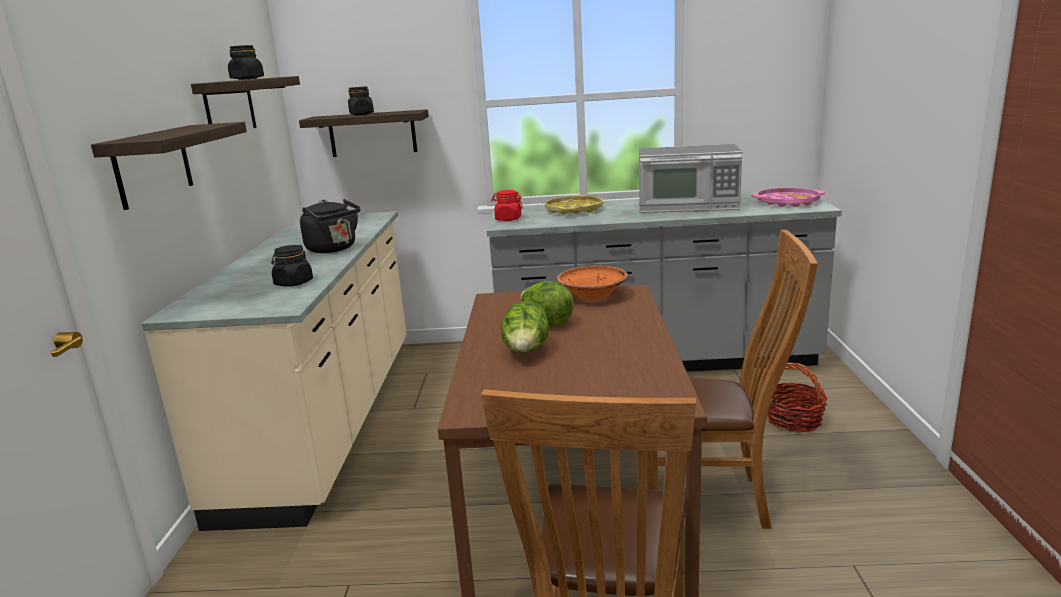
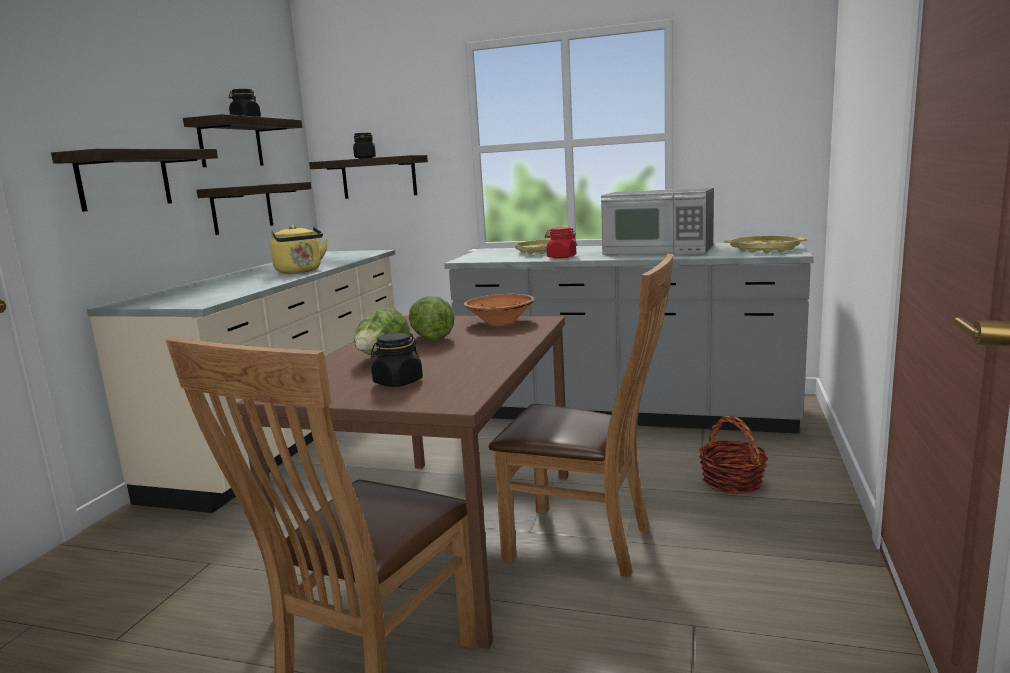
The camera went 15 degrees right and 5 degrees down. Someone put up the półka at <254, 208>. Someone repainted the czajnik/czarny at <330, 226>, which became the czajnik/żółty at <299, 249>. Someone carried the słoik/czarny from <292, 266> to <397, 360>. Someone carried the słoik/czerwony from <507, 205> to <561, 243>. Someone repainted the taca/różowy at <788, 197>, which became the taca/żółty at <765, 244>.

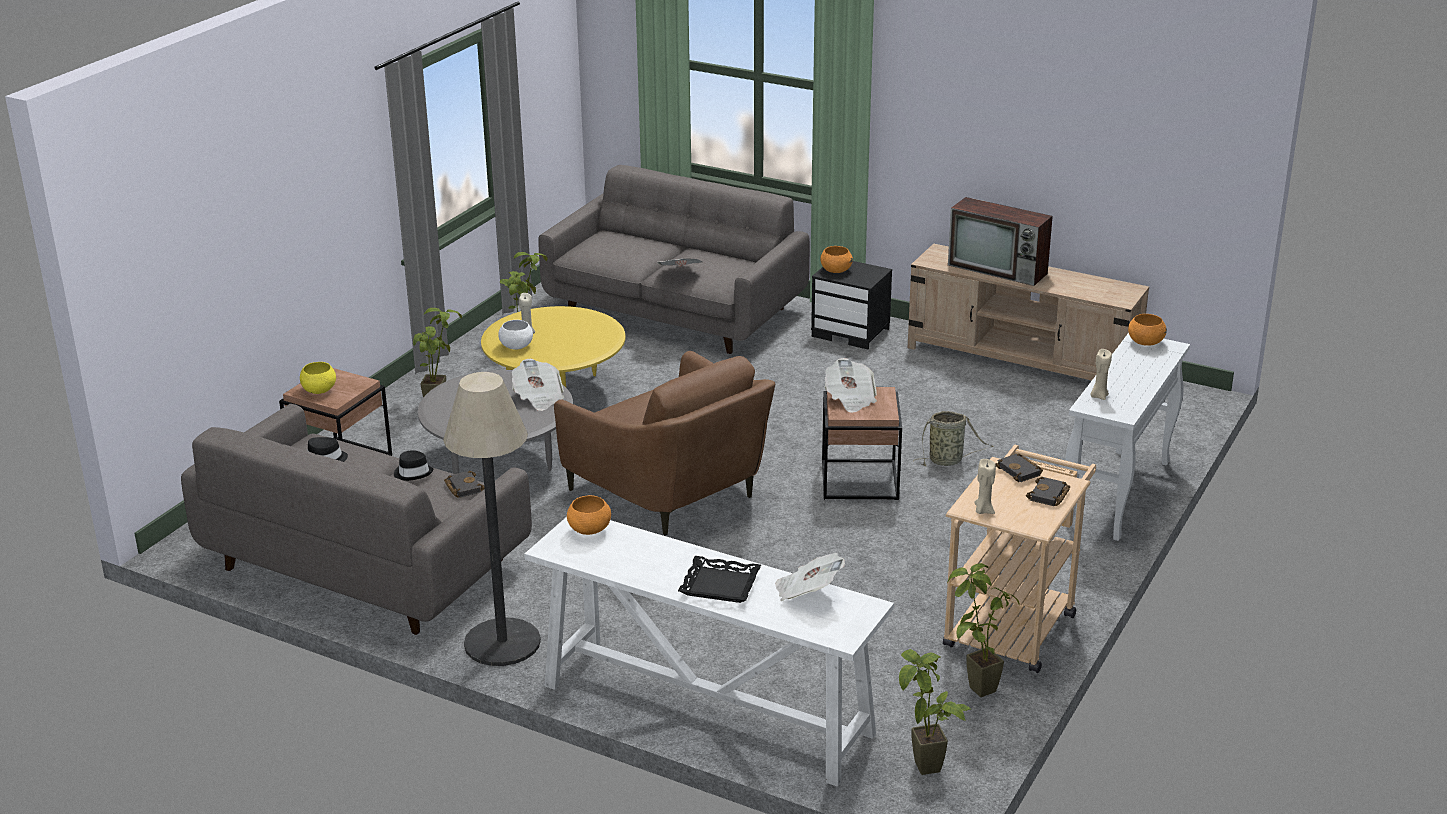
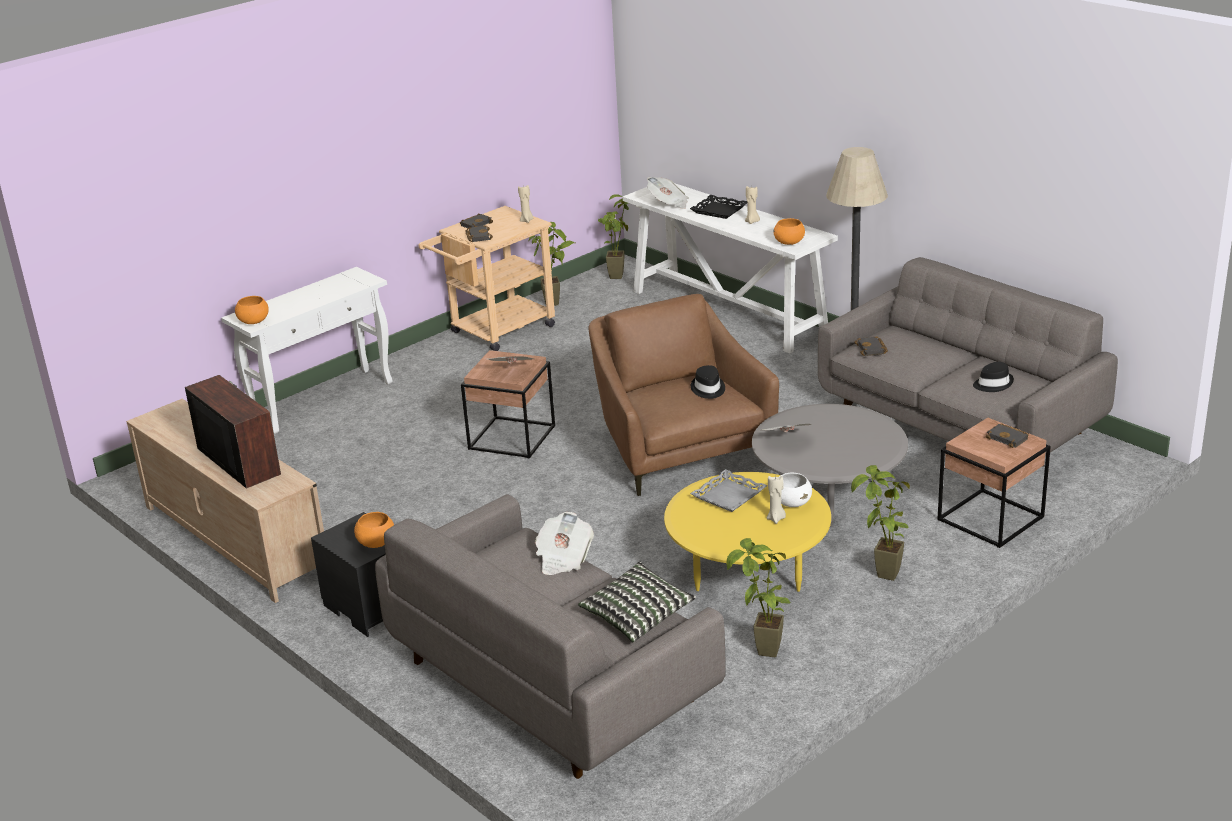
The camera went 160 degrees left and 0 degrees up. Someone put down the poduszka at <637, 602>. Someone put down the taca/szary at <729, 490>. Someone carried the kapelusz/czarny from <413, 465> to <708, 382>. Someone carried the świeca/beżowy from <1101, 374> to <752, 204>. Someone swapped the miska/żółty at <318, 378> for the książka/czarny at <1007, 436>. Someone took away the koszyk at <953, 438>.

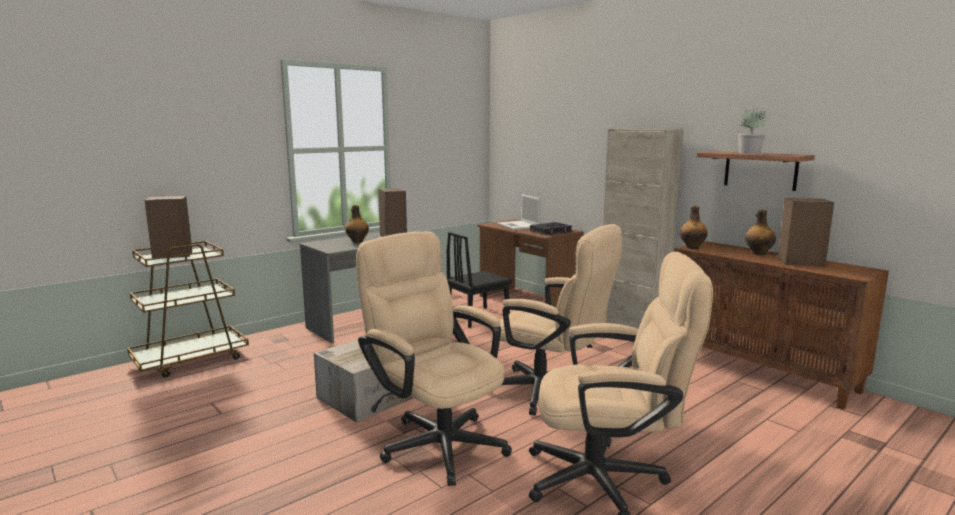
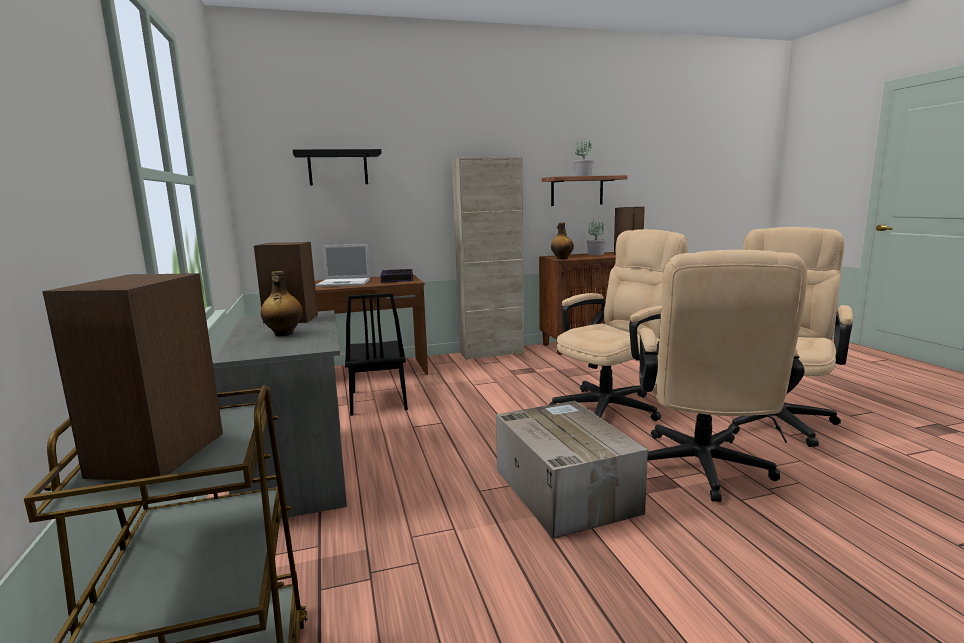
The camera went 65 degrees left and 0 degrees up. Someone put up the półka/czarny at <337, 167>. Someone swapped the butelka at <760, 232> for the roślina doniczkowa at <596, 237>. Someone rotated the krzesło biurowe/beżowy at <434, 358> by 60 degrees counterclockwise.

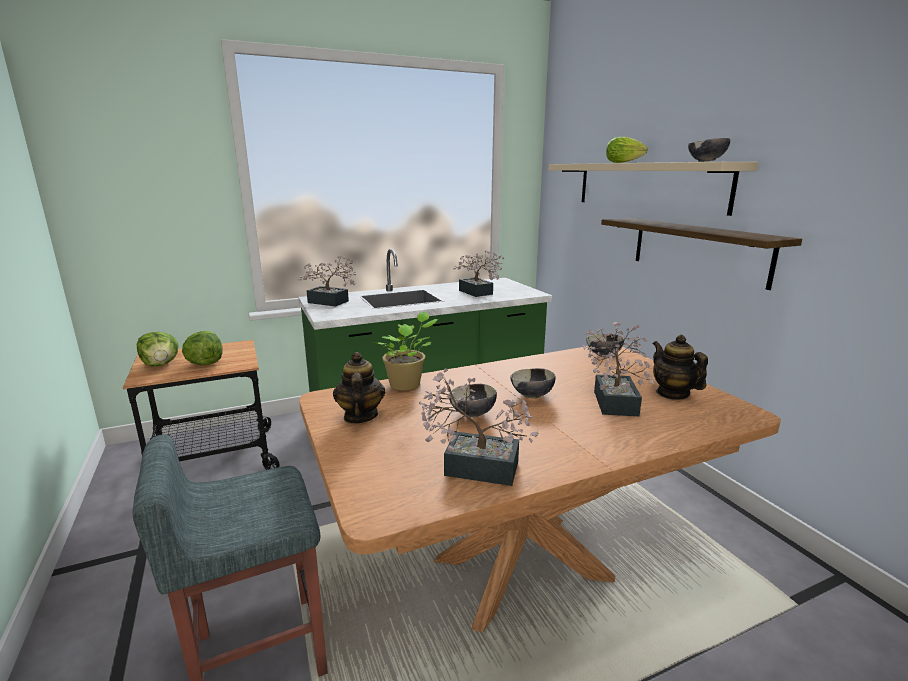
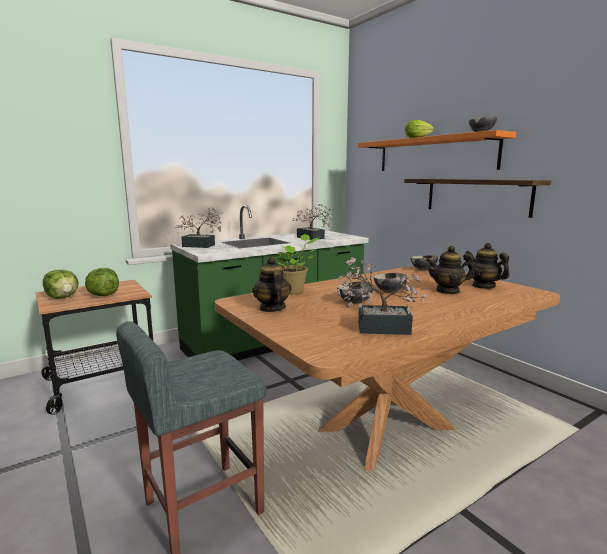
The camera went 10 degrees left and 5 degrees down. Someone repainted the półka/beżowy at <654, 189>, which became the półka/pomarańczowy at <437, 150>. Someone swapped the roślina doniczkowa at <618, 369> for the imbryk at <450, 270>.

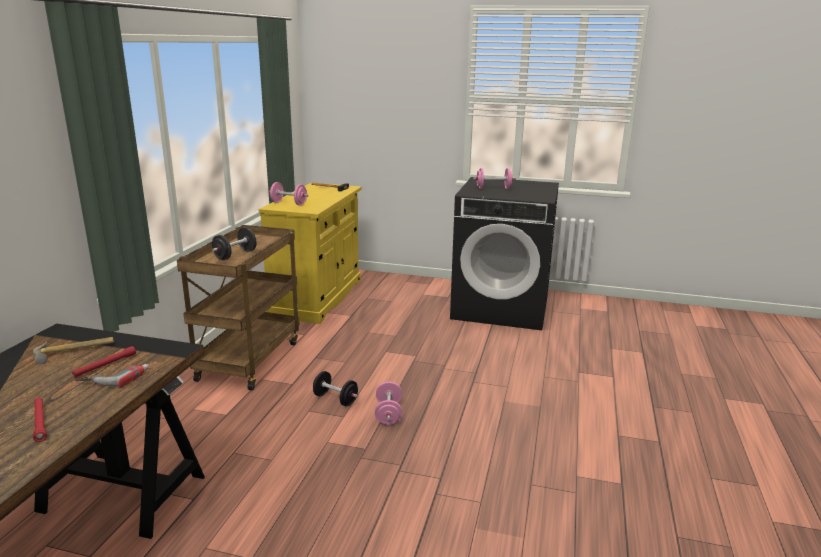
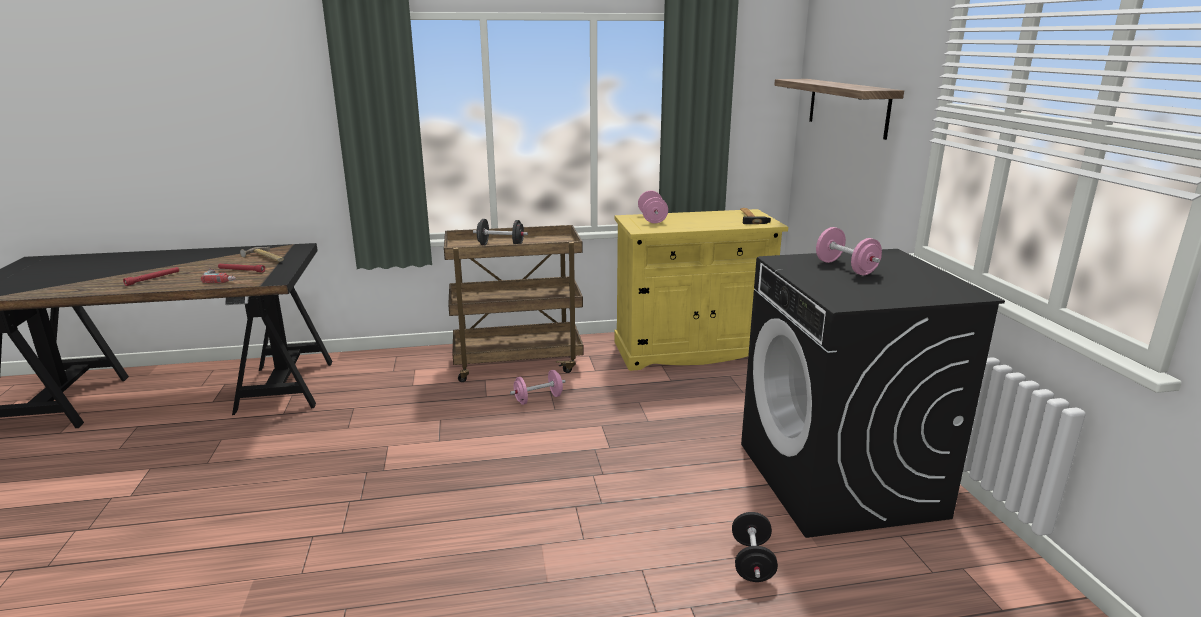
The camera went 65 degrees right and 0 degrees up. Someone carried the hantel/różowy from <388, 403> to <537, 387>. Someone carried the hantel/czarny from <335, 388> to <755, 547>. Someone put up the półka at <839, 109>.

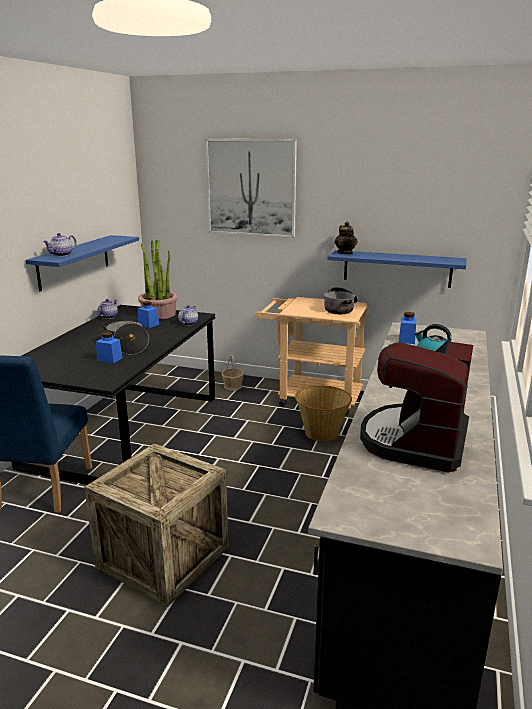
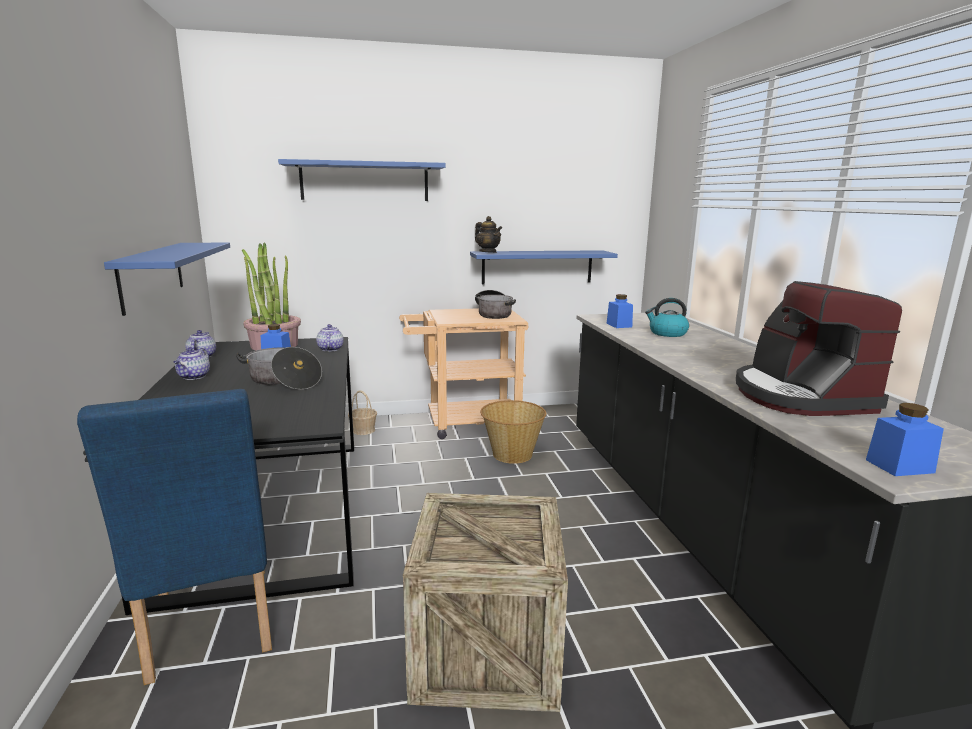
The camera went 30 degrees left and 5 degrees down. Someone carried the imbryk from <60, 244> to <191, 363>. Someone swapped the obraz at <251, 188> for the półka/niebieski at <361, 180>. Someone carried the słoik/niebieski from <109, 348> to <905, 439>.

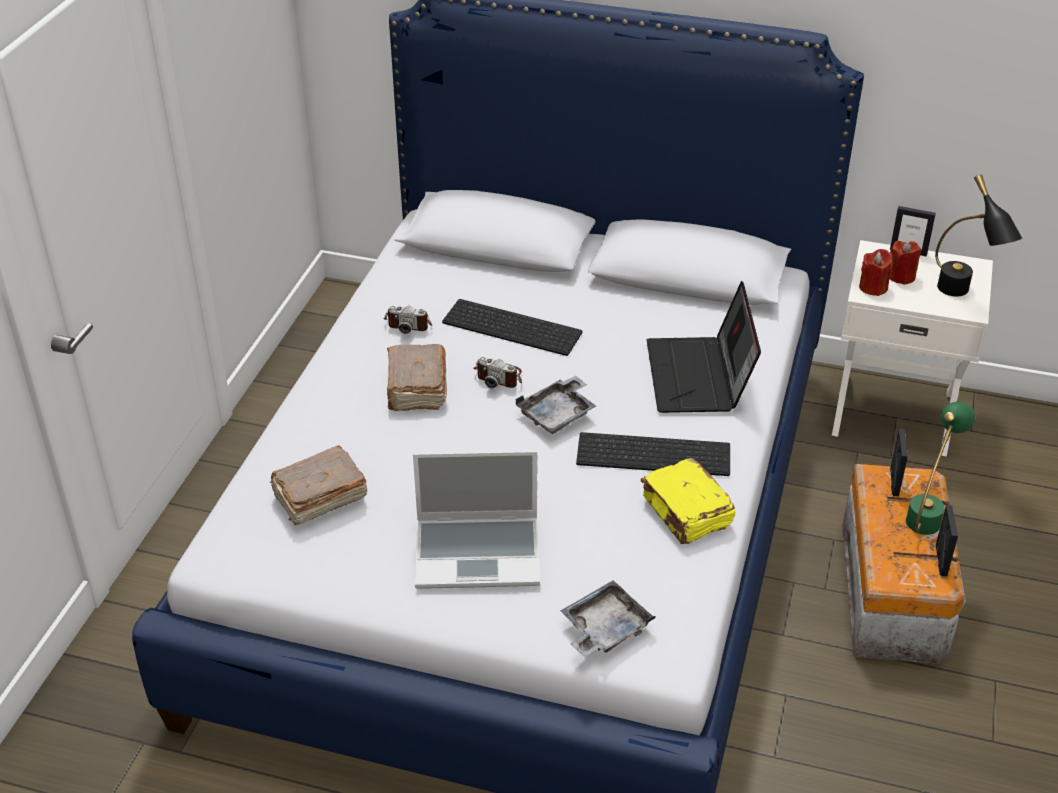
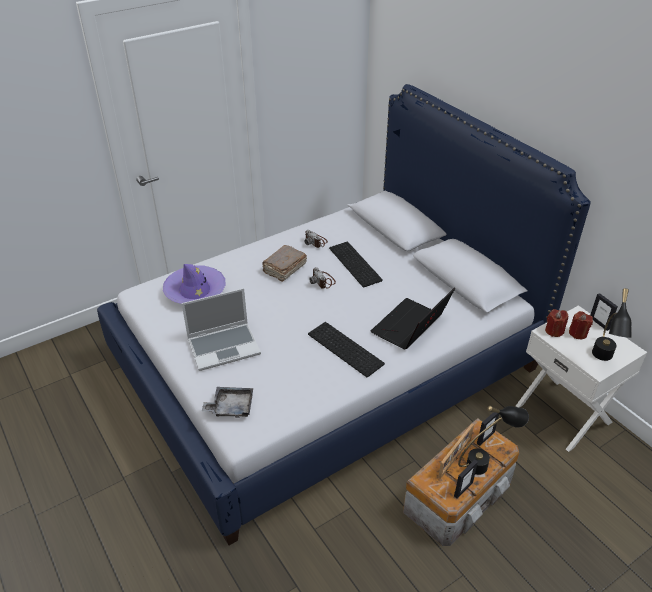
The camera went 40 degrees right and 0 degrees up. Someone swapped the książka/brązowy at <318, 485> for the kapelusz/fioletowy at <194, 284>. Someone rotated the laptop at <476, 520> by 60 degrees counterclockwise. Someone put down the ramka na zdjęcie at <456, 451>. Someone repainted the lampa stołowa/zielony at <940, 468>, which became the lampa stołowa/czarny at <493, 440>. Someone took away the taca/szary at <555, 405>. Someone took away the książka/żółty at <688, 501>.

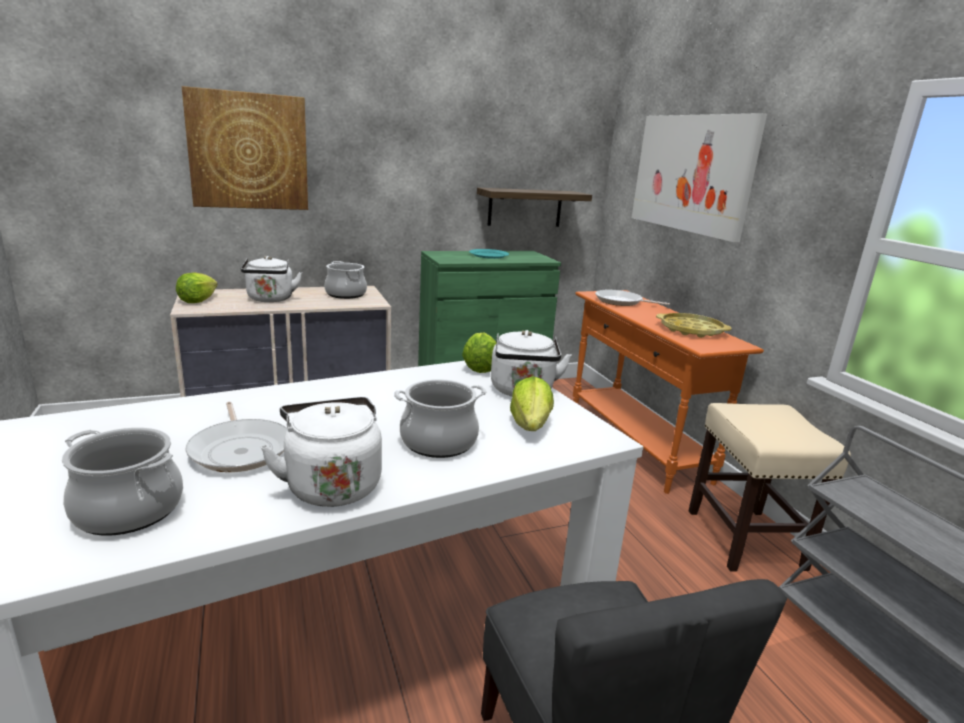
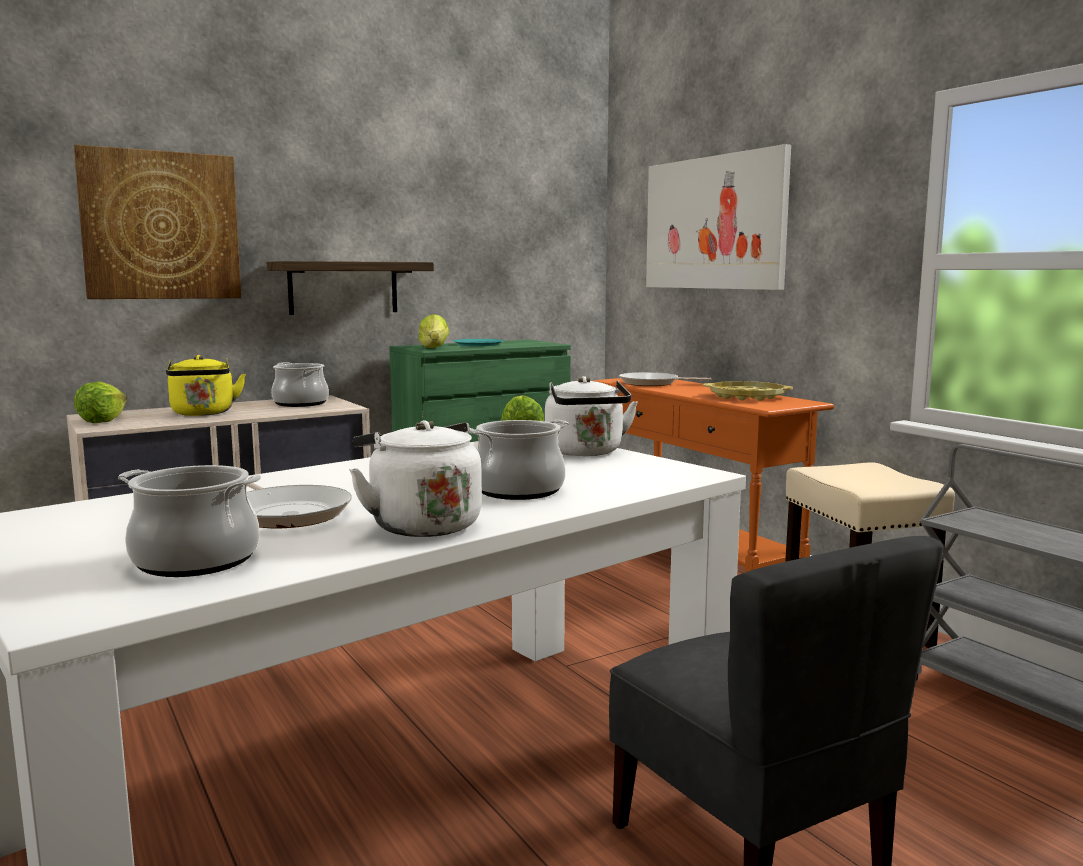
The camera went 10 degrees left and 10 degrees down. Someone repainted the czajnik/biały at <271, 279>, which became the czajnik/żółty at <206, 385>. Someone carried the półka from <534, 207> to <350, 288>. Someone carried the sałata from <532, 403> to <433, 331>.

